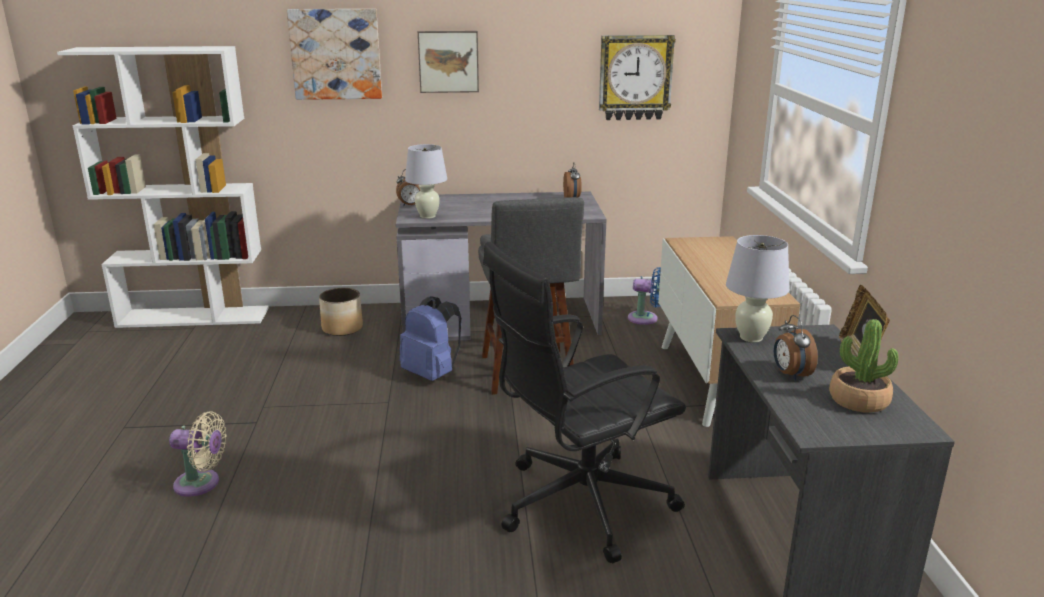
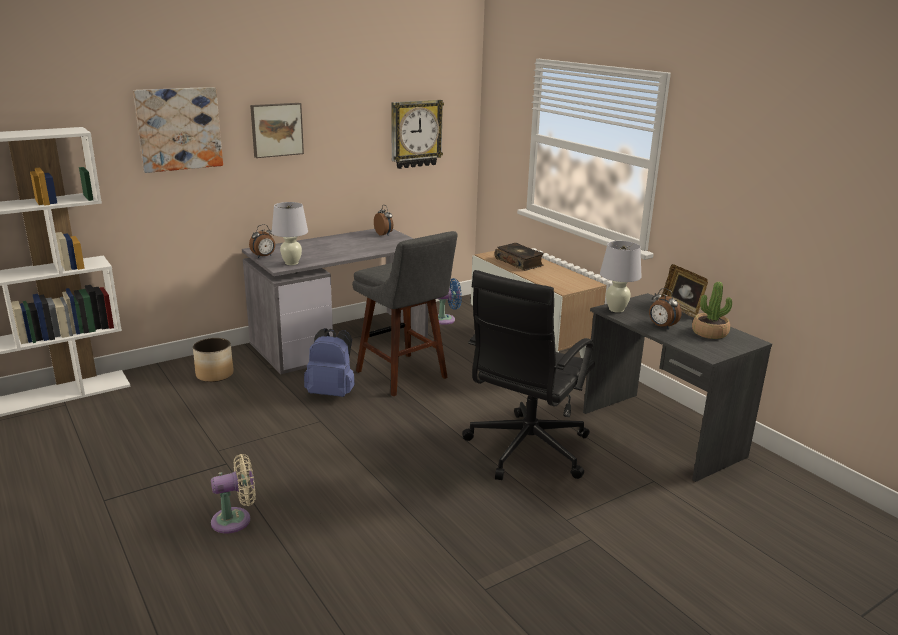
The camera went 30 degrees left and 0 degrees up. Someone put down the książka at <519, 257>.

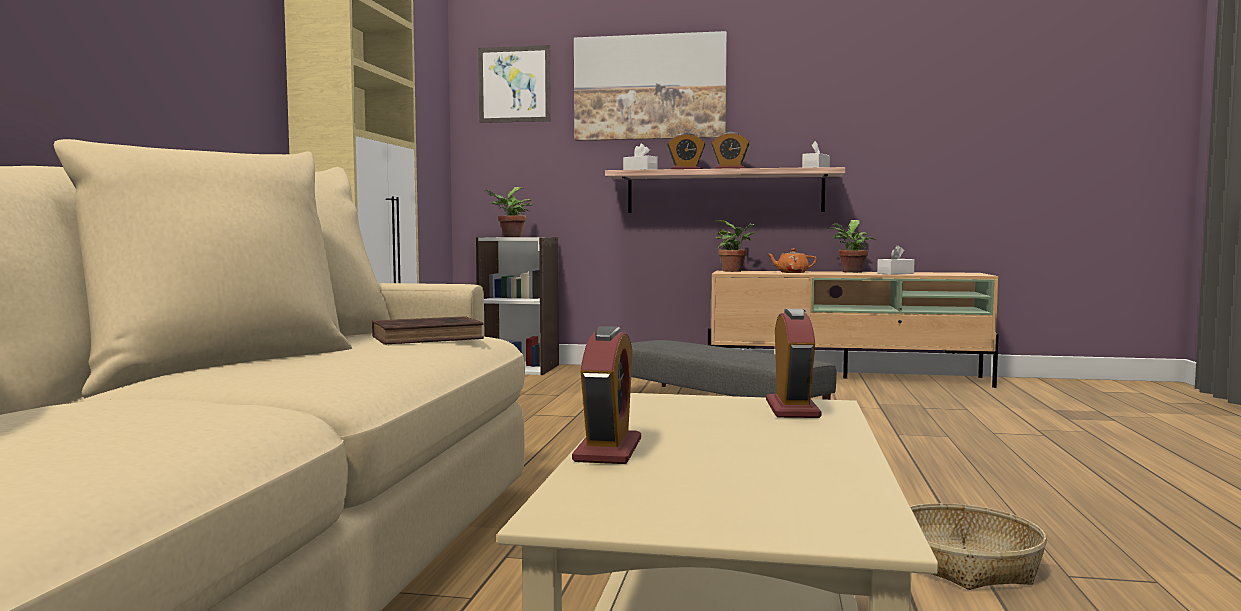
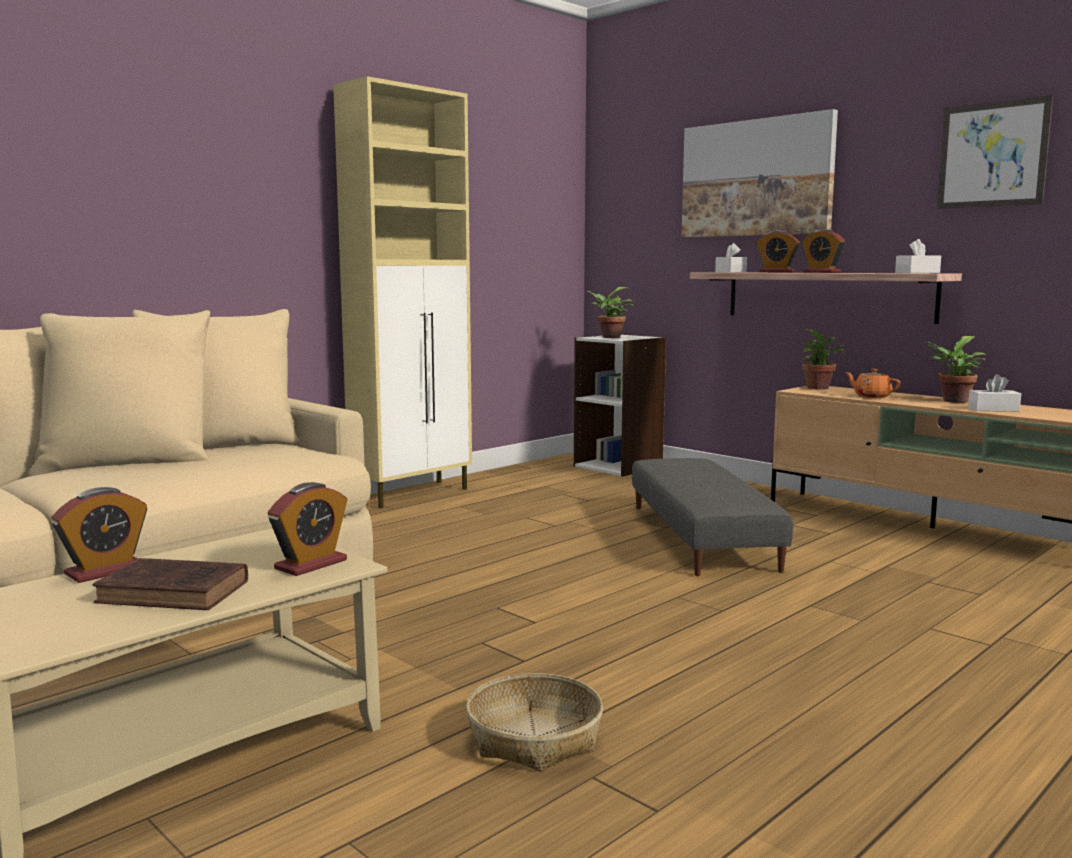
The camera went 35 degrees right and 5 degrees up. Someone carried the książka/brązowy from <428, 330> to <170, 584>. Someone carried the obraz from <514, 84> to <995, 152>.

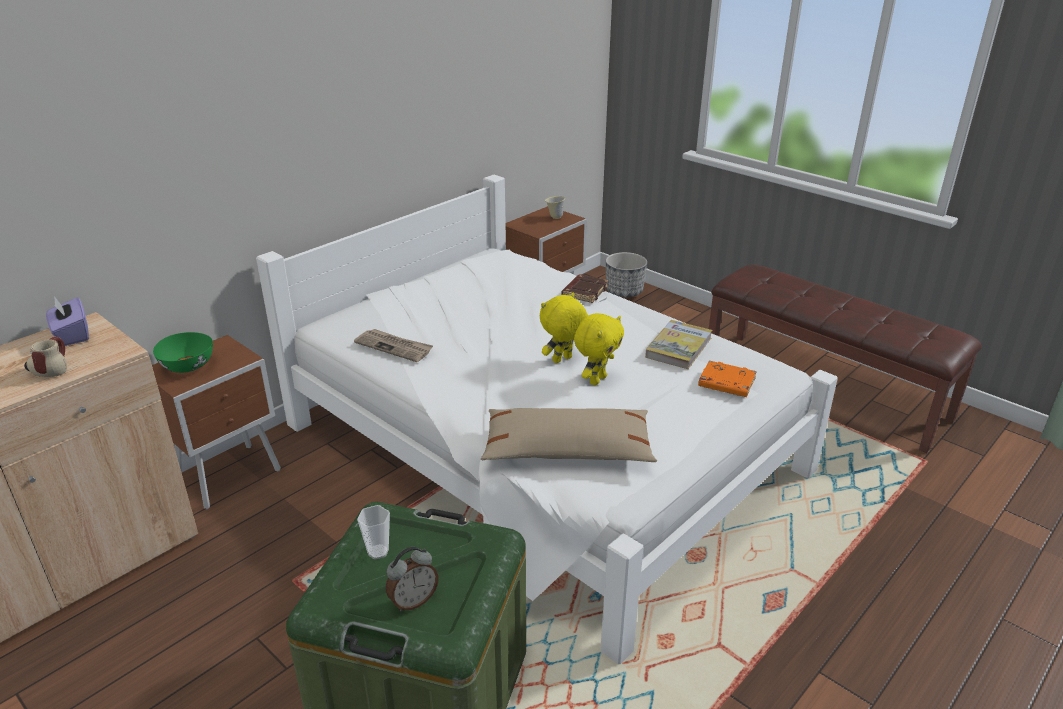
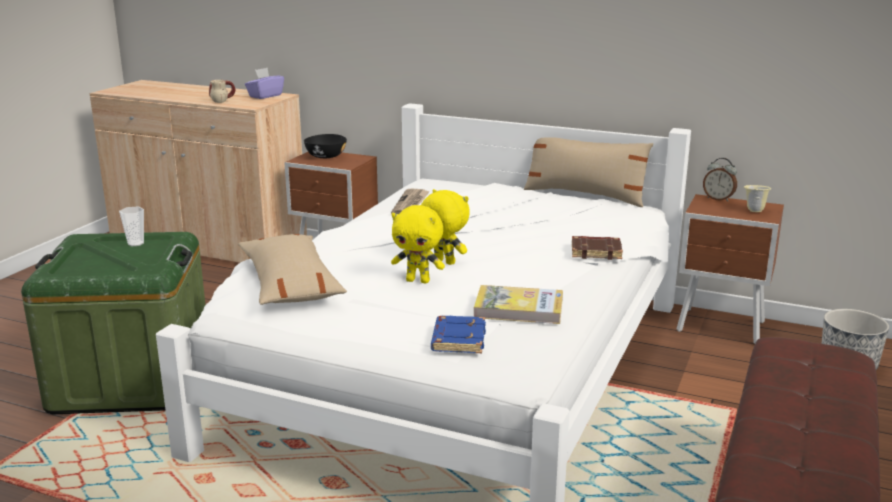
The camera went 70 degrees right and 10 degrees down. Someone repainted the miska/zielony at <183, 352>, which became the miska/czarny at <325, 146>. Someone repainted the książka/pomarańczowy at <727, 378>, which became the książka/niebieski at <458, 334>. Someone put down the poduszka/beżowy at <588, 172>. Someone carried the budzik from <412, 579> to <720, 180>.

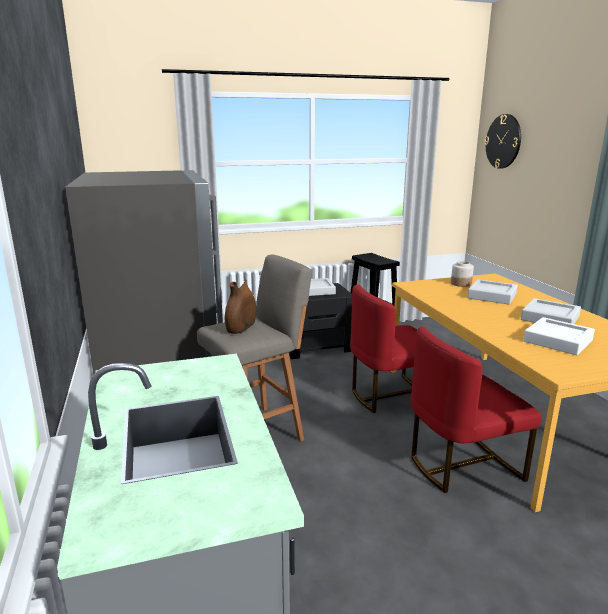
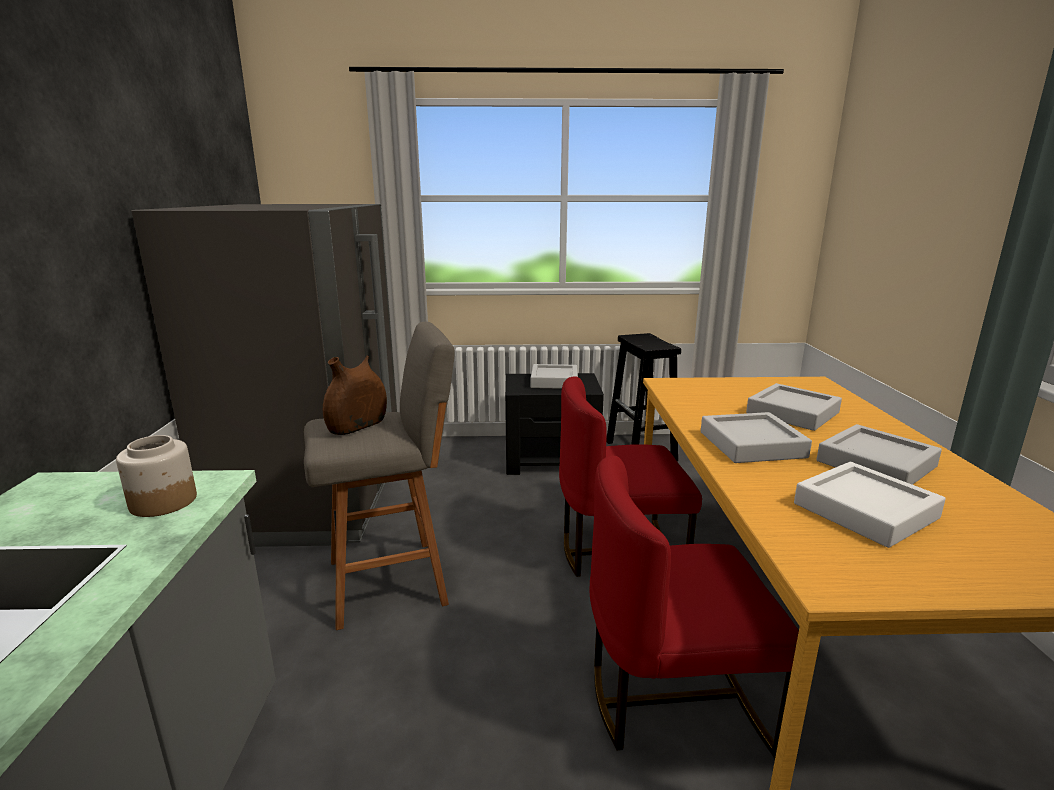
The camera went 15 degrees right and 0 degrees up. Someone carried the słoik from <462, 274> to <156, 476>. Someone put down the taca/szary at <756, 437>. Someone took away the zegar ścienny at <502, 141>.

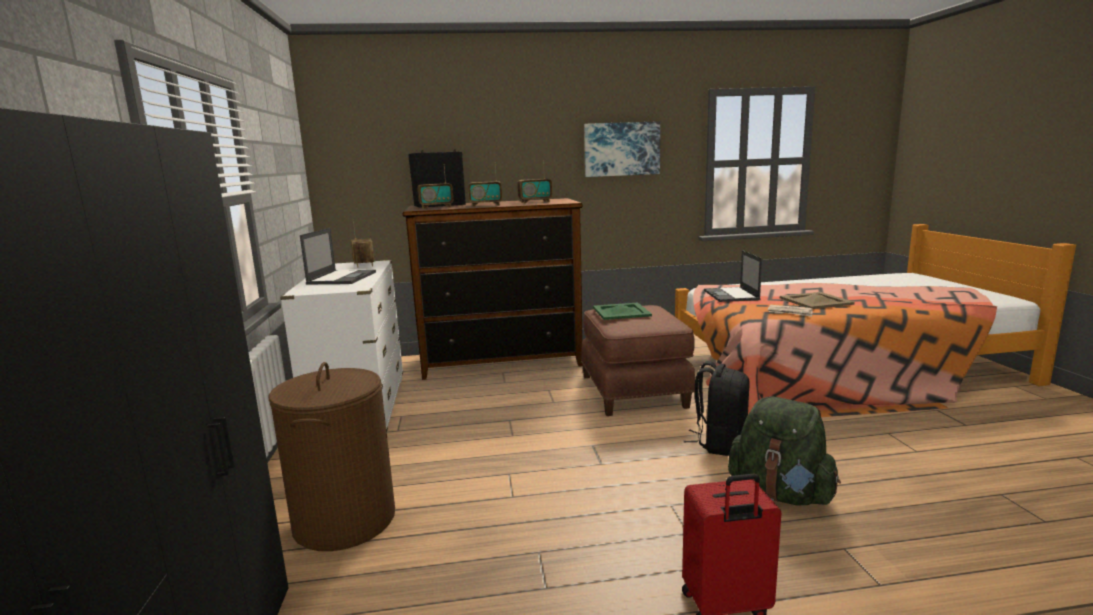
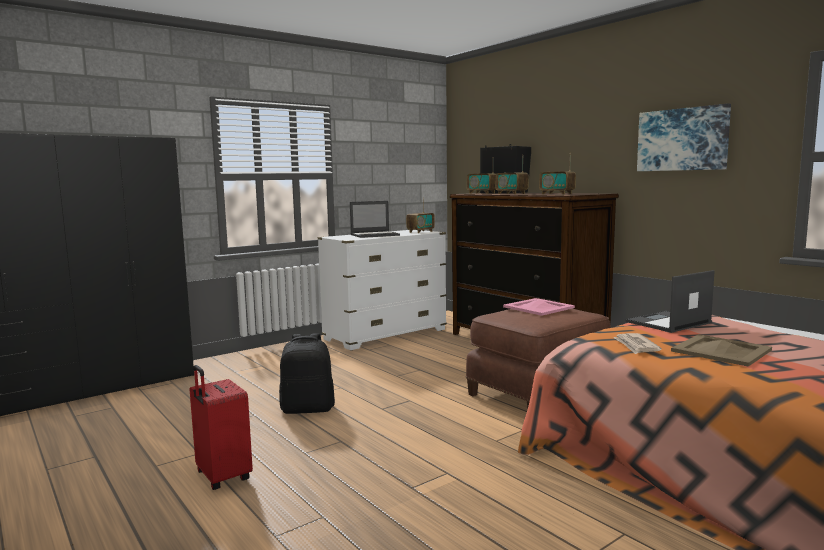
The camera went 60 degrees right and 5 degrees down. Someone carried the plecak/czarny from <717, 408> to <307, 373>. Someone repainted the taca/zielony at <622, 311>, which became the taca/różowy at <539, 307>. Someone took away the kosz na pranie/brązowy at <331, 456>. Someone took away the plecak/zielony at <784, 451>.

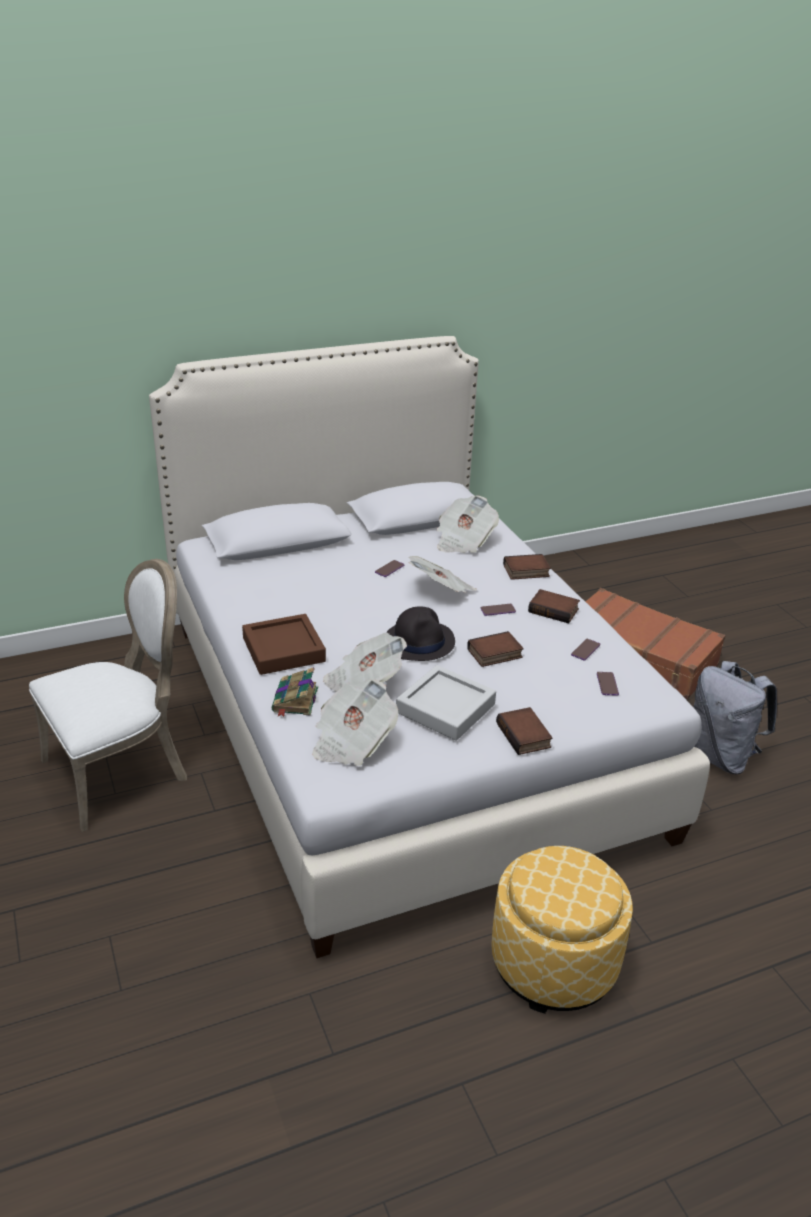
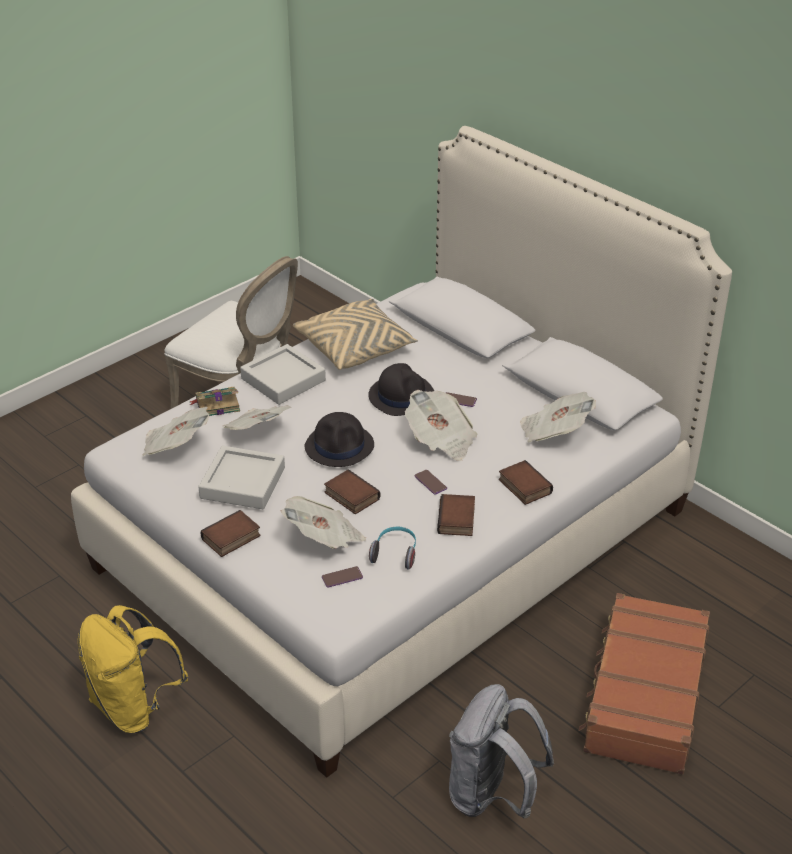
The camera went 70 degrees right and 5 degrees up. Someone swapped the pufa at <562, 929> for the plecak/żółty at <133, 669>. Someone repainted the taca/brązowy at <284, 644>, which became the taca/szary at <283, 374>. Someone put down the gazeta at <323, 522>. Someone put down the poduszka/beżowy at <355, 334>. Someone put down the kapelusz/czarny at <401, 389>. Someone swapped the telefon at <585, 649> for the słuchawki at <392, 548>.

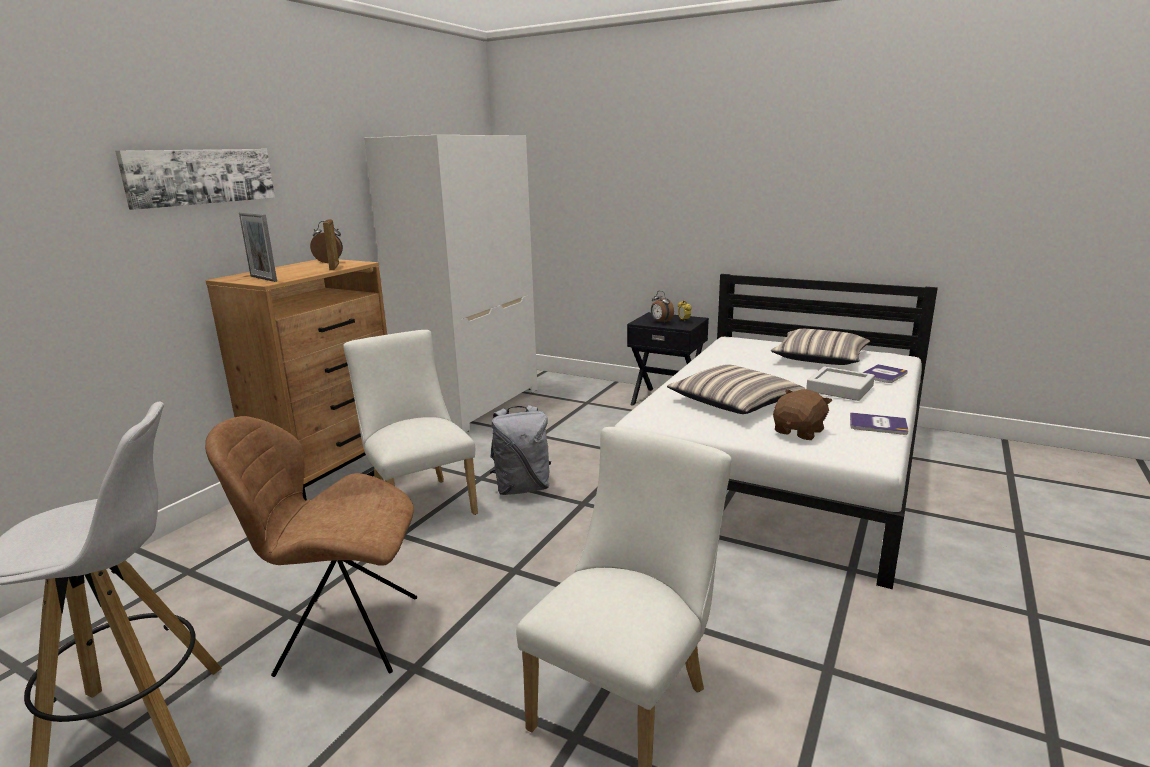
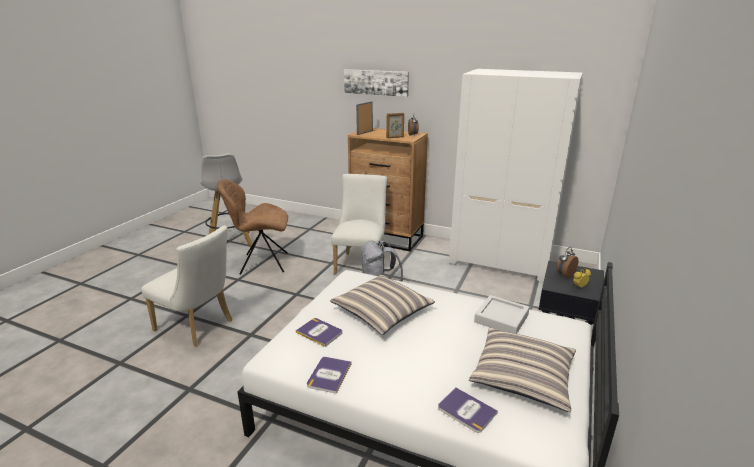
The camera went 85 degrees right and 5 degrees up. Someone rotated the krzesło/brązowy at <311, 546> by 90 degrees counterclockwise. Someone swapped the pluszak/brązowy at <802, 414> for the książka at <319, 332>. Someone rotated the krzesło/biały at <410, 422> by 45 degrees counterclockwise. Someone carried the taca/szary from <840, 383> to <502, 314>.

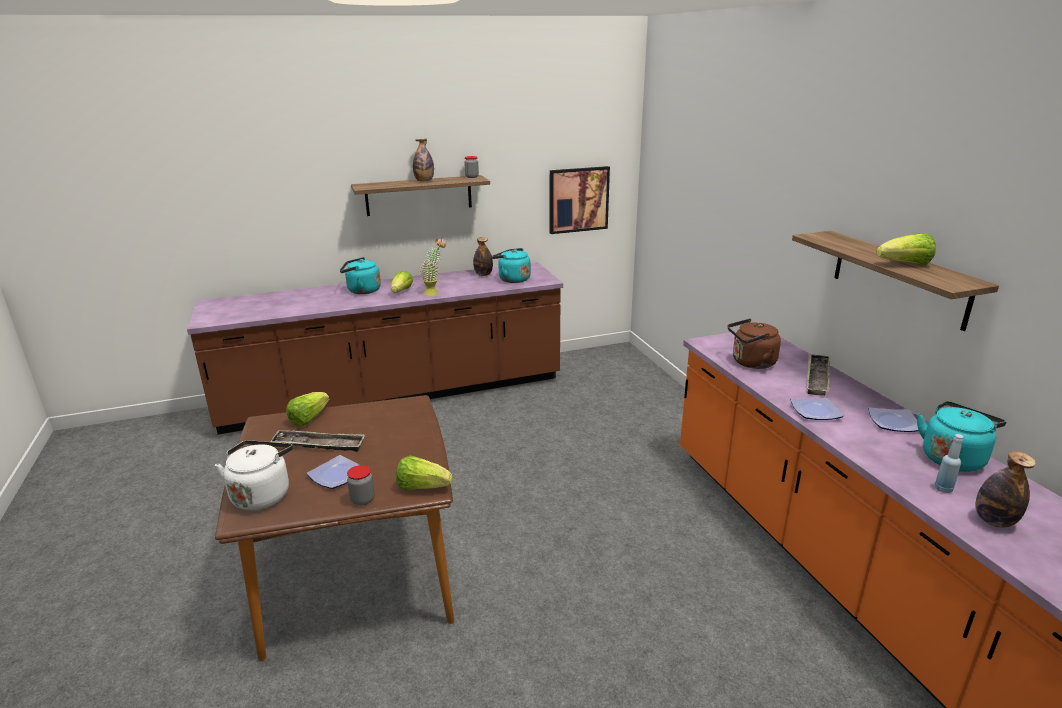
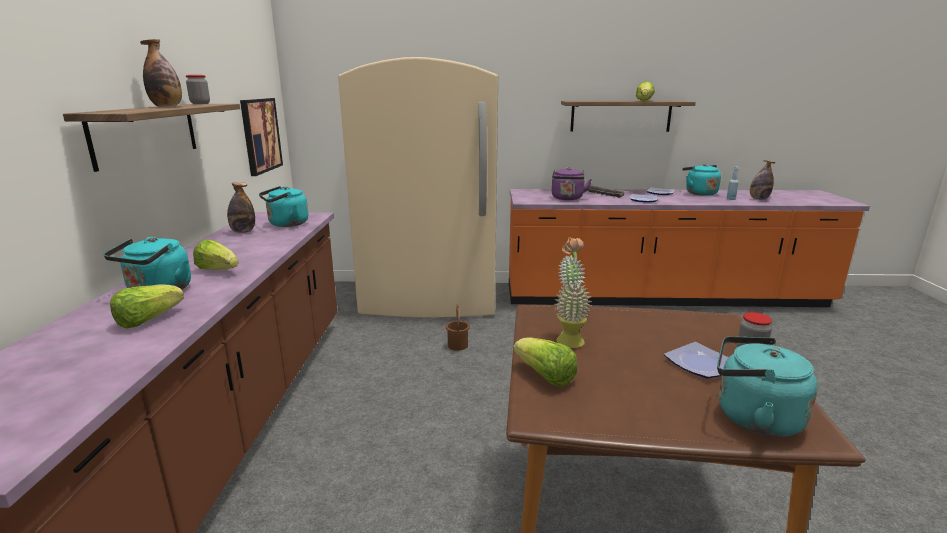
The camera went 70 degrees left and 5 degrees down. Someone carried the sałata from <424, 473> to <147, 306>. Someone put down the lodówka/beżowy at <418, 187>. Someone put down the wiadro/brązowy at <458, 328>. Someone repainted the czajnik/brązowy at <754, 344>, which became the czajnik/fioletowy at <572, 183>. Someone carried the roślina doniczkowa from <433, 267> to <573, 292>. Someone repainted the czajnik/biały at <254, 475>, which became the czajnik/turkusowy at <767, 386>. Someone took away the taca at <318, 441>.

